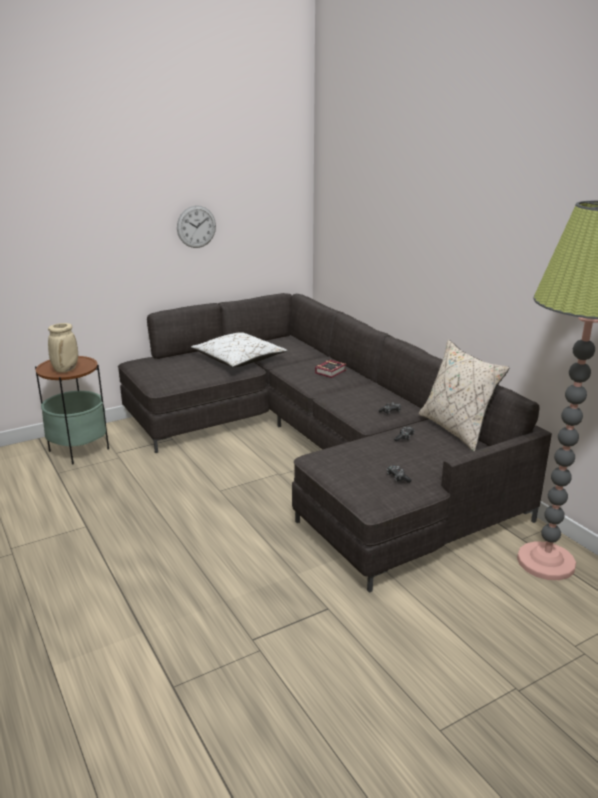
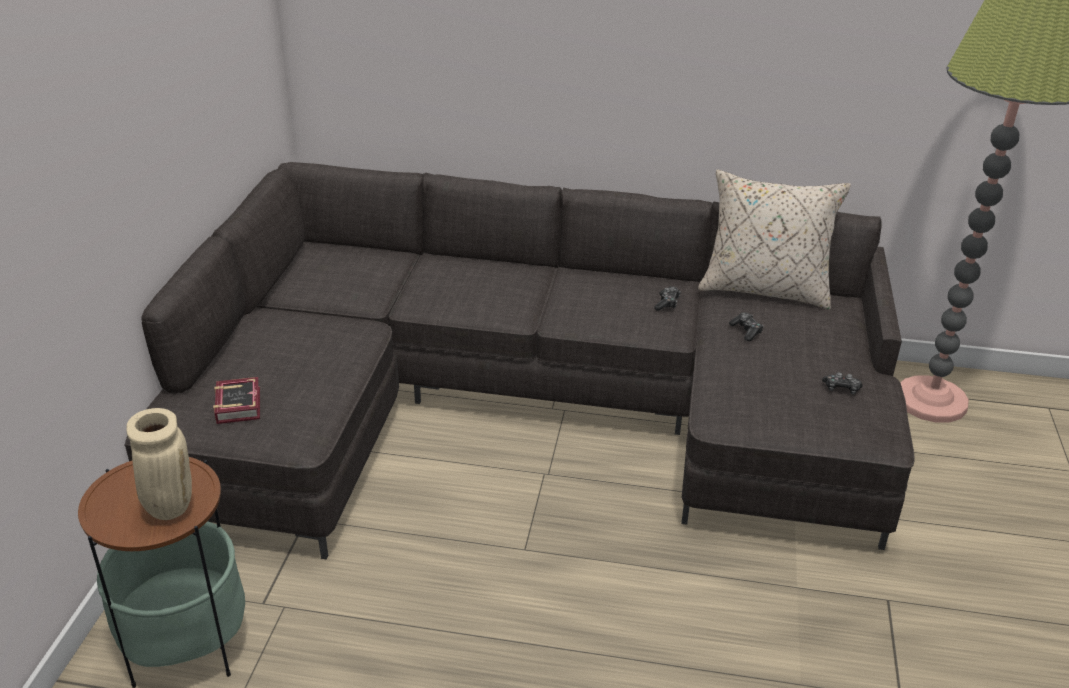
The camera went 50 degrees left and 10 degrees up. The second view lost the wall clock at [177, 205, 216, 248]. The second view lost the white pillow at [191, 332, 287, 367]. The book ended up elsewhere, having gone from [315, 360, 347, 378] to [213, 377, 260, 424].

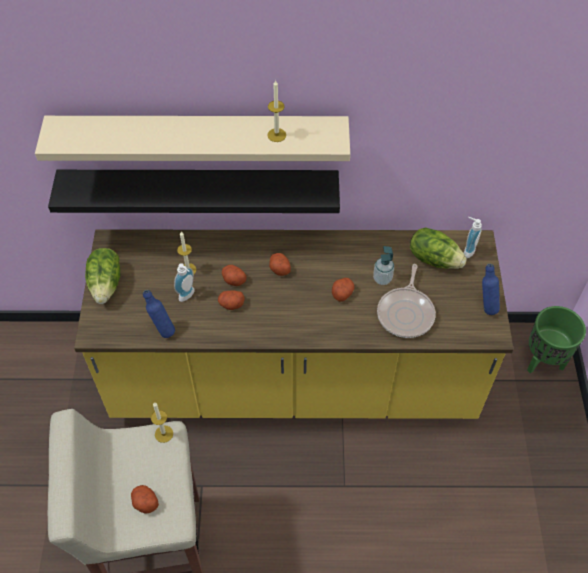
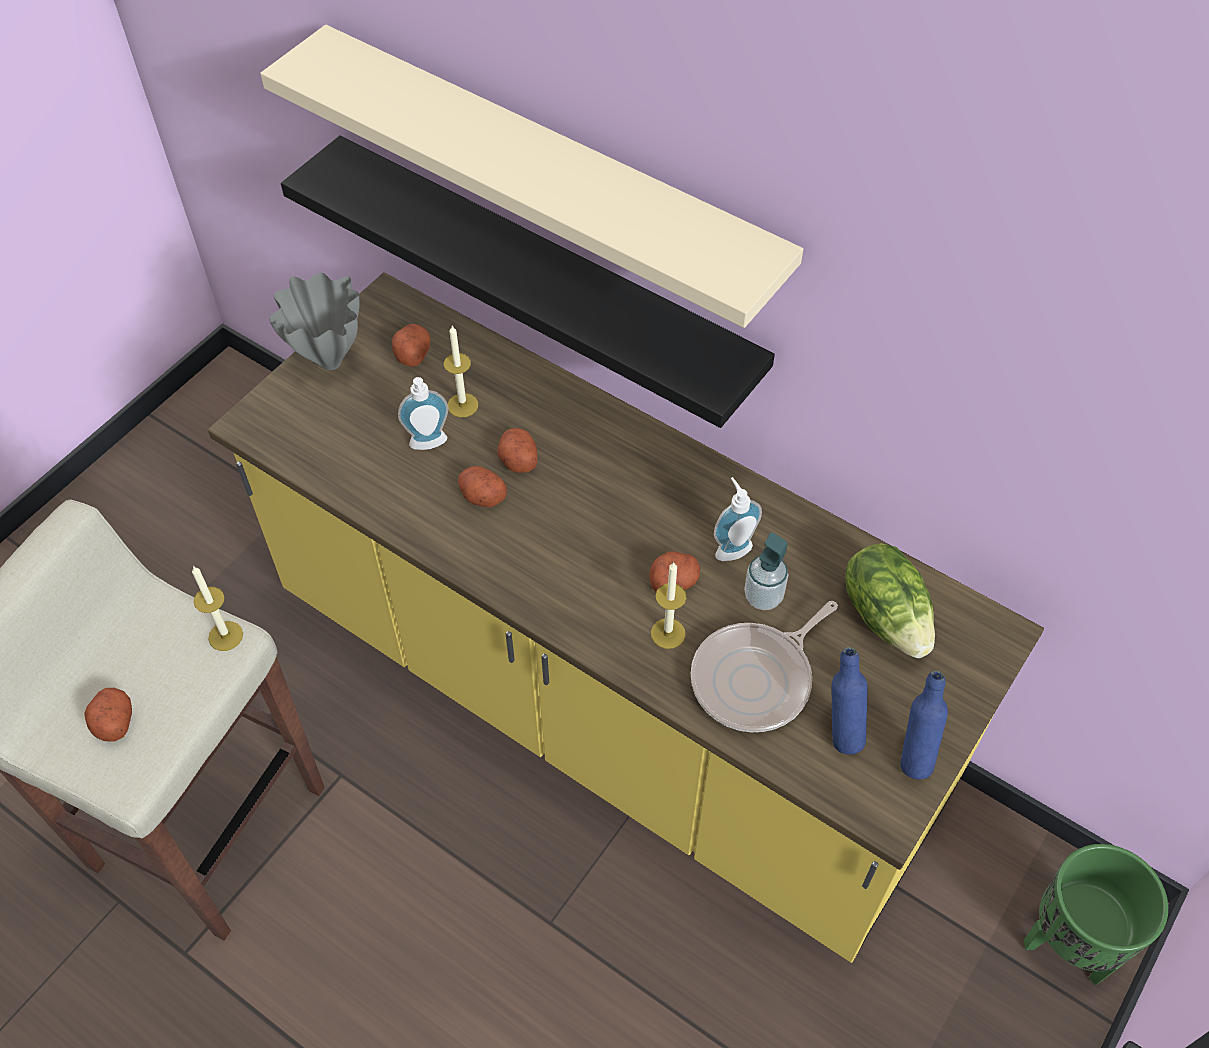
The camera went 35 degrees right and 0 degrees up. Where the lettuce stood at [85, 248, 121, 304], the grey vase came to stand at [269, 273, 360, 370]. The blue bottle ended up elsewhere, having gone from [143, 290, 175, 338] to [831, 647, 868, 755]. The candle ended up elsewhere, having gone from [267, 80, 286, 142] to [651, 562, 687, 649]. The potato ended up elsewhere, having gone from [269, 253, 291, 276] to [392, 324, 430, 367]. The soap dispenser ended up elsewhere, having gone from [464, 217, 482, 258] to [714, 477, 762, 561].

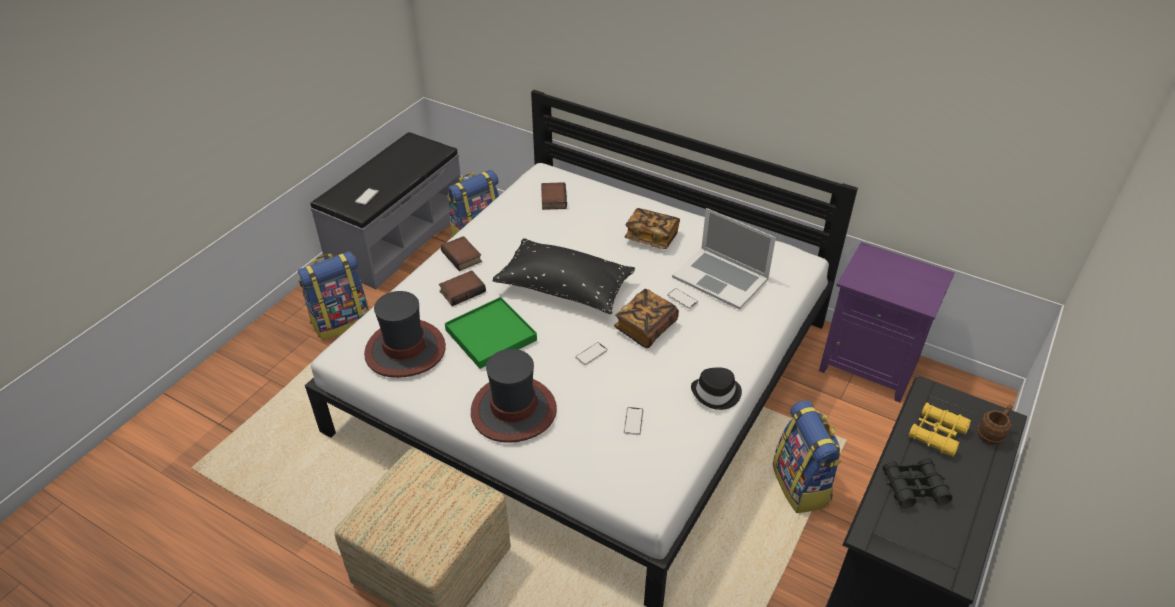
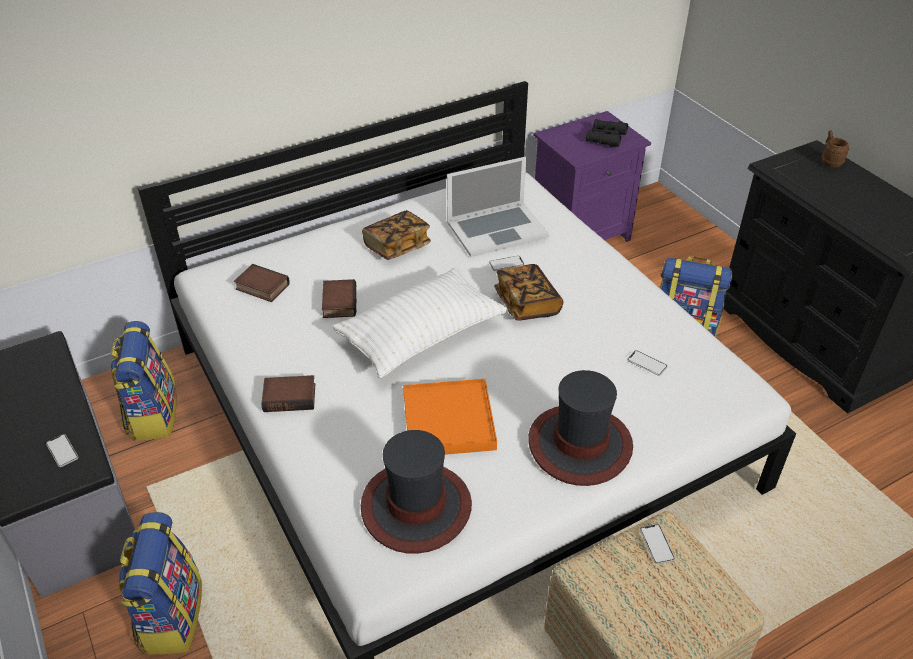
The camera went 60 degrees left and 0 degrees up. The book ended up elsewhere, having gone from [439, 270, 486, 306] to [322, 279, 357, 318]. What was the green tray at [445, 297, 537, 369] turned into the orange tray at [403, 379, 497, 455]. What was the black pillow at [492, 238, 635, 314] turned into the white pillow at [333, 267, 507, 378]. The phone ended up elsewhere, having gone from [575, 342, 608, 365] to [640, 524, 675, 564]. The second view lost the black hat at [691, 367, 742, 410]. The black binoculars ended up elsewhere, having gone from [882, 458, 952, 509] to [586, 119, 628, 147]. The second view lost the yellow binoculars at [908, 403, 971, 457].

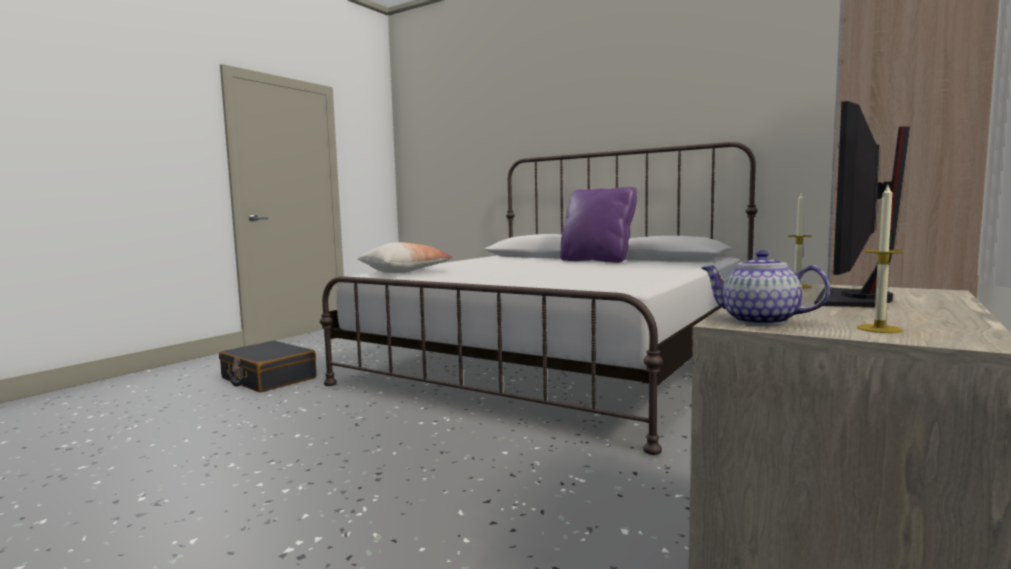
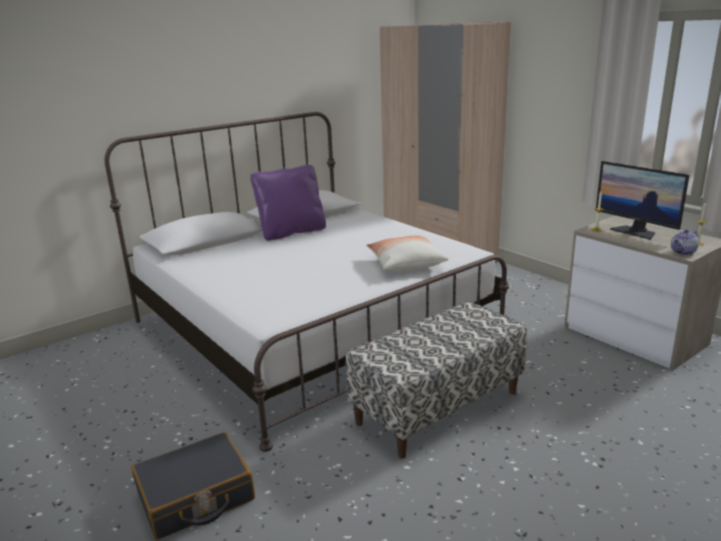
The camera went 70 degrees left and 15 degrees up. The pillow ended up elsewhere, having gone from [358, 242, 453, 273] to [366, 236, 449, 272]. The second view gained the bench at [346, 301, 527, 459].

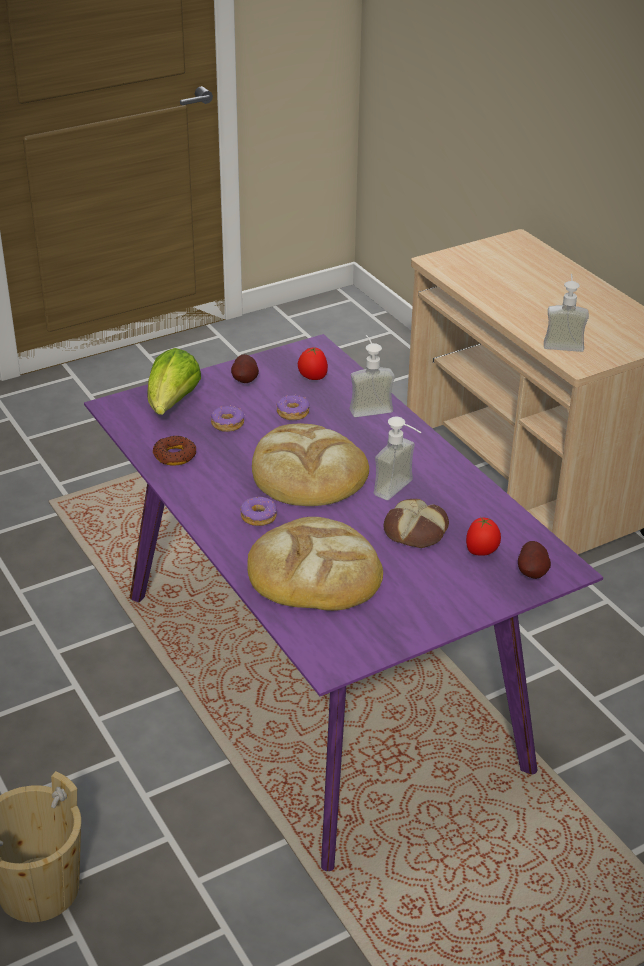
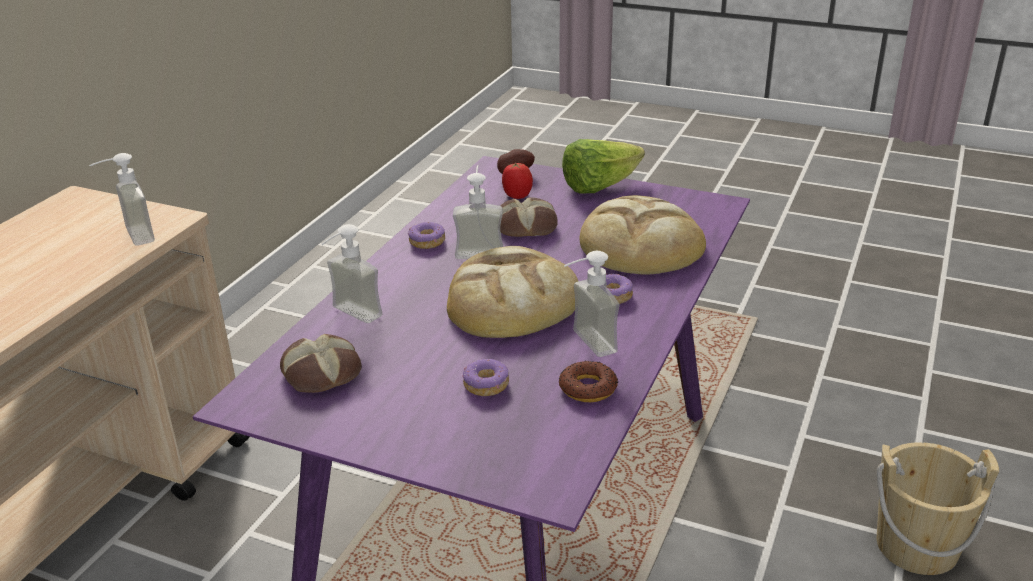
The camera went 125 degrees left and 5 degrees down. The lettuce ended up elsewhere, having gone from [147, 348, 201, 415] to [562, 139, 645, 193]. The second view lost the potato at [231, 354, 259, 383]. The donut ended up elsewhere, having gone from [276, 394, 310, 420] to [408, 222, 445, 249]. Where the tomato stood at [298, 347, 328, 380], the bread came to stand at [280, 334, 362, 393]. The second view gained the soap dispenser at [564, 251, 619, 357].

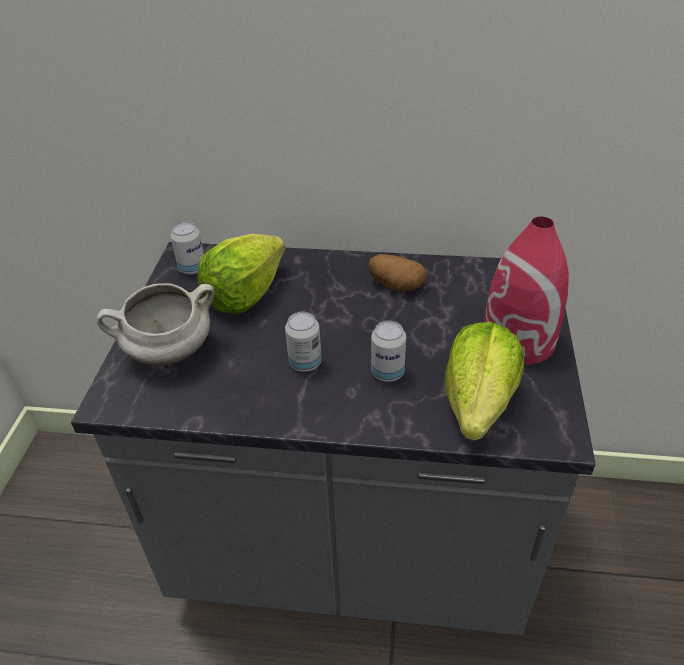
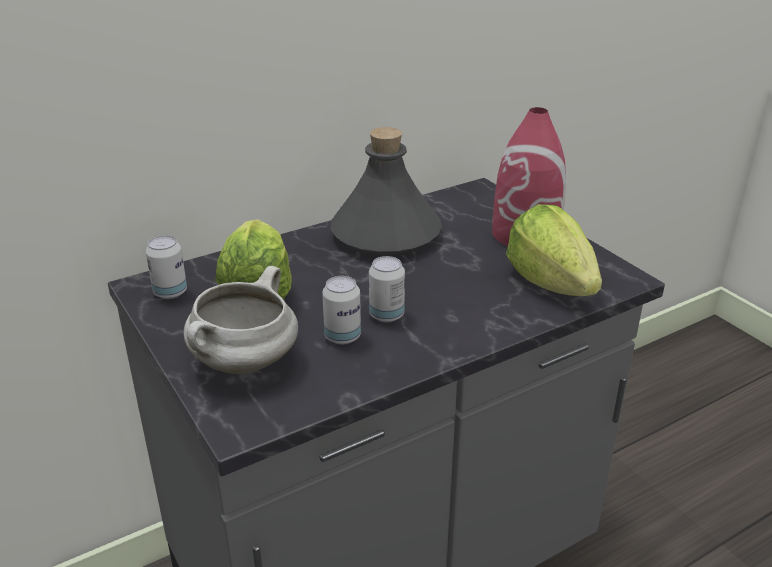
The camera went 40 degrees left and 10 degrees down. Where the potato stood at [368, 254, 427, 291], the grey bottle came to stand at [331, 127, 442, 256]. The can ended up elsewhere, having gone from [371, 321, 406, 382] to [322, 276, 361, 345].

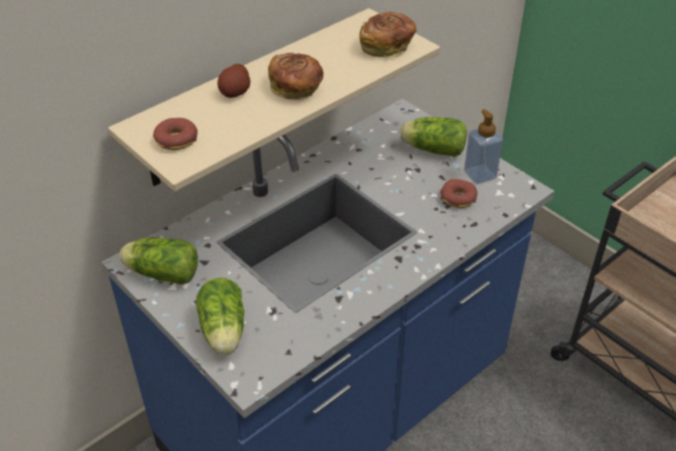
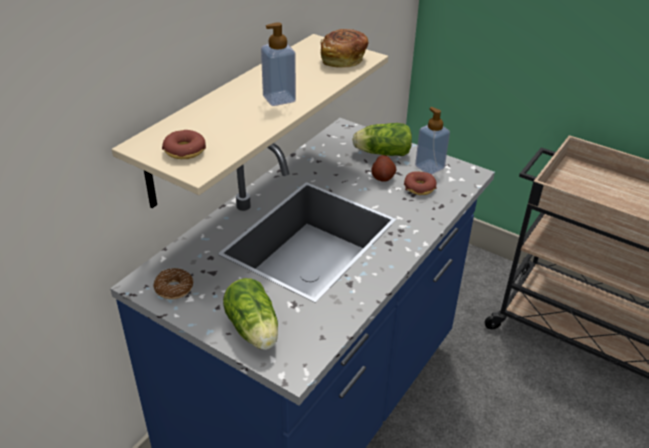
The camera went 15 degrees left and 5 degrees down. Where the lettuce stood at [120, 237, 198, 285], the donut came to stand at [153, 268, 193, 299]. The potato ended up elsewhere, having gone from [217, 64, 250, 98] to [371, 155, 396, 182]. Where the bread stood at [268, 53, 323, 100], the soap dispenser came to stand at [261, 22, 296, 106].

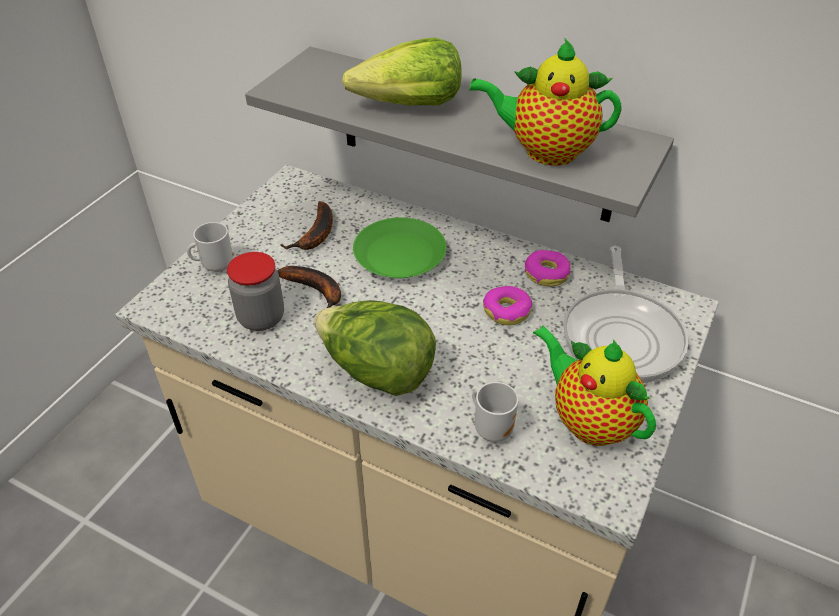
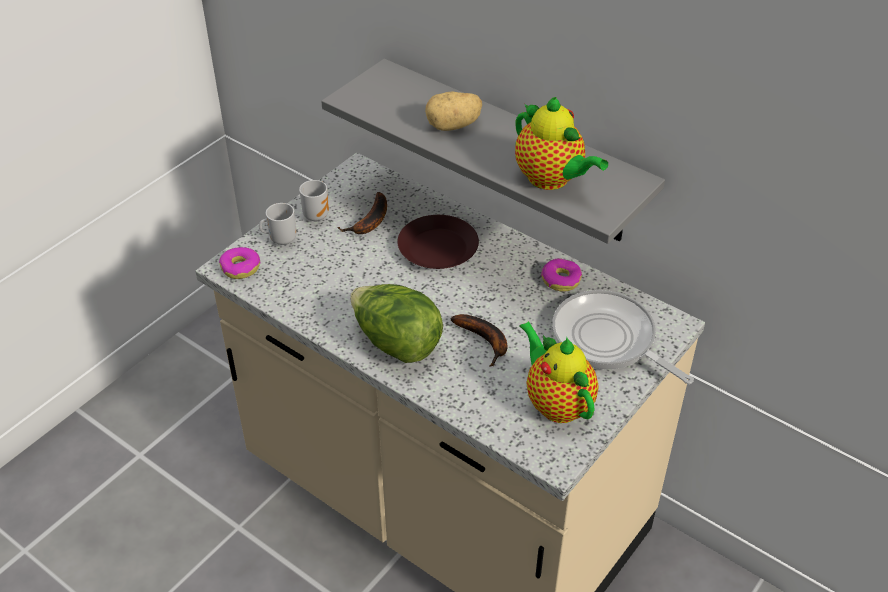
The camera went 10 degrees right and 0 degrees up. The second view lost the jar at [227, 252, 284, 331]. The banana ended up elsewhere, having gone from [277, 266, 341, 308] to [451, 314, 507, 367]. Where the lettuce stood at [342, 38, 462, 106], the potato came to stand at [425, 91, 482, 131]. What was the green plate at [353, 218, 446, 278] turned into the brown plate at [397, 215, 479, 269]. The teapot at [469, 38, 622, 166] ended up facing another way, 150 degrees counterclockwise from before. The mug ended up elsewhere, having gone from [472, 382, 518, 442] to [299, 180, 329, 221]. The donut ended up elsewhere, having gone from [483, 286, 532, 325] to [219, 247, 261, 279]. The frying pan at [563, 246, 688, 383] ended up facing another way, 120 degrees clockwise from before.

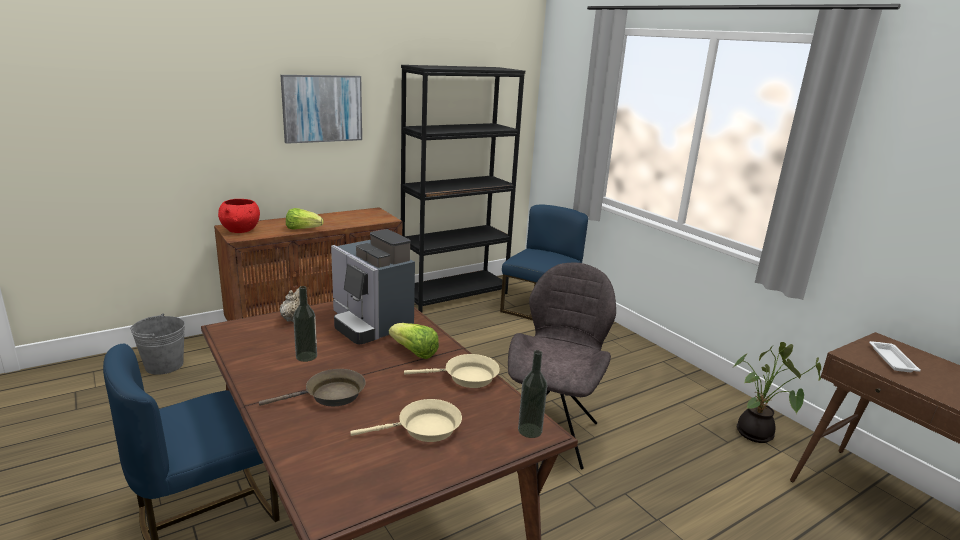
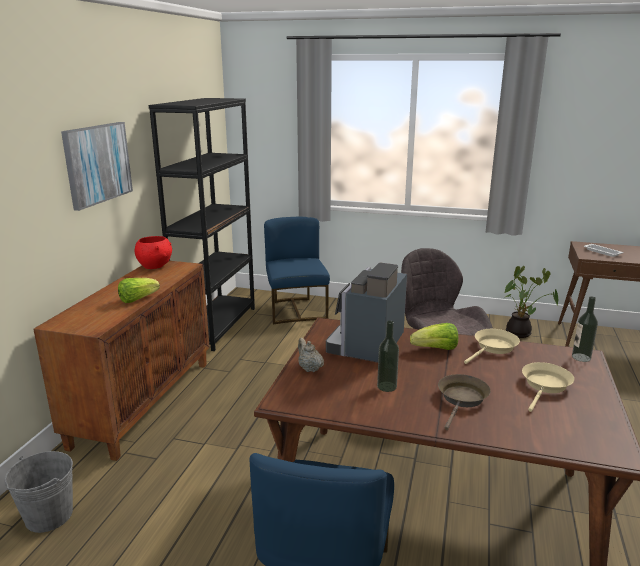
The camera went 40 degrees left and 0 degrees up. The red bowl ended up elsewhere, having gone from [218, 199, 260, 233] to [135, 236, 172, 269]. The coffee machine at [331, 229, 415, 344] ended up facing another way, 105 degrees clockwise from before.

